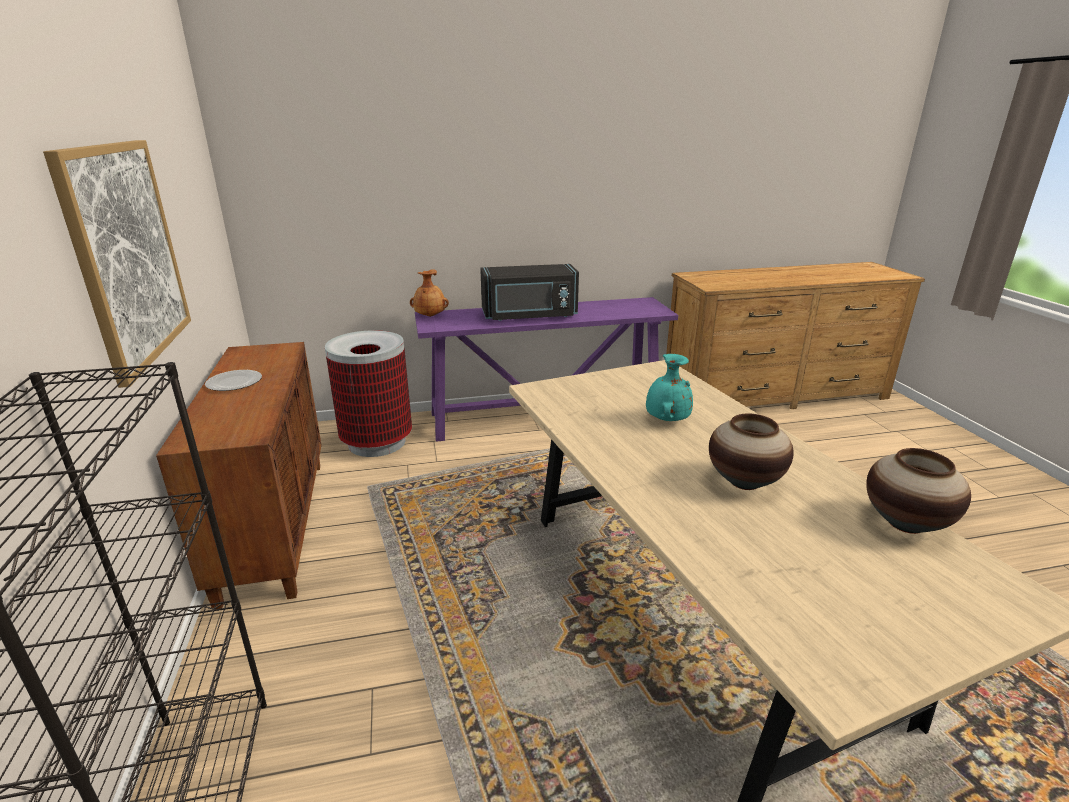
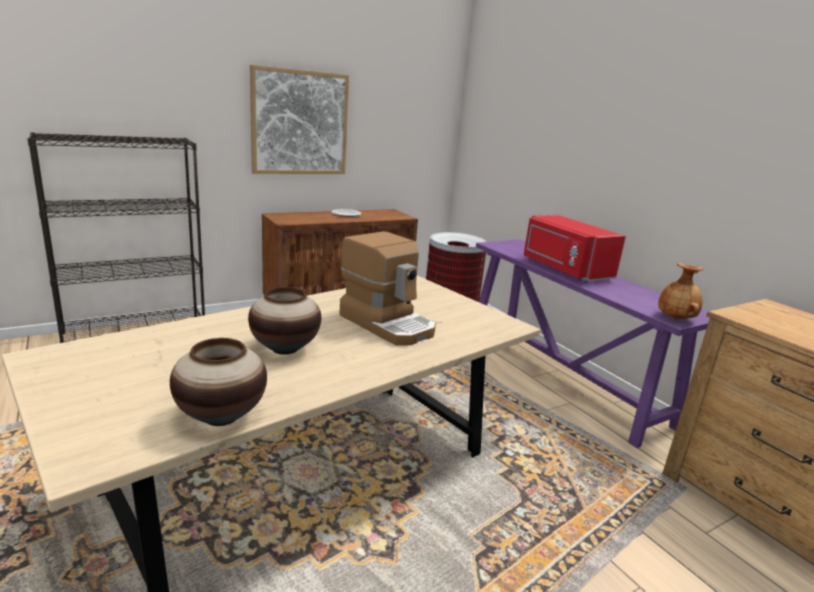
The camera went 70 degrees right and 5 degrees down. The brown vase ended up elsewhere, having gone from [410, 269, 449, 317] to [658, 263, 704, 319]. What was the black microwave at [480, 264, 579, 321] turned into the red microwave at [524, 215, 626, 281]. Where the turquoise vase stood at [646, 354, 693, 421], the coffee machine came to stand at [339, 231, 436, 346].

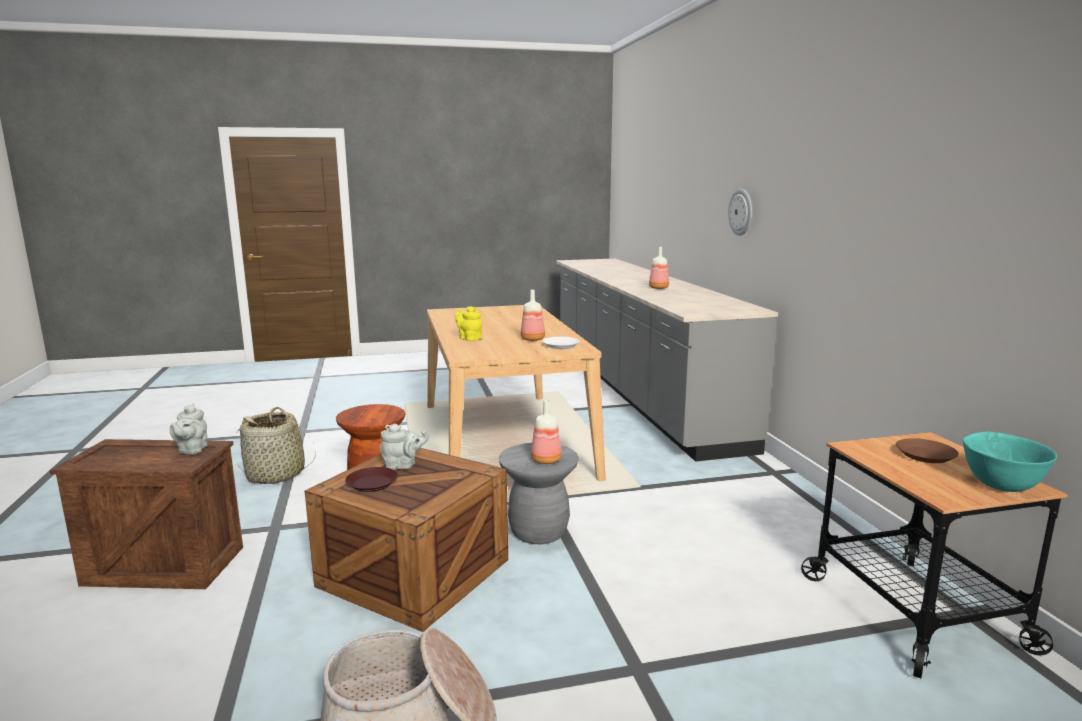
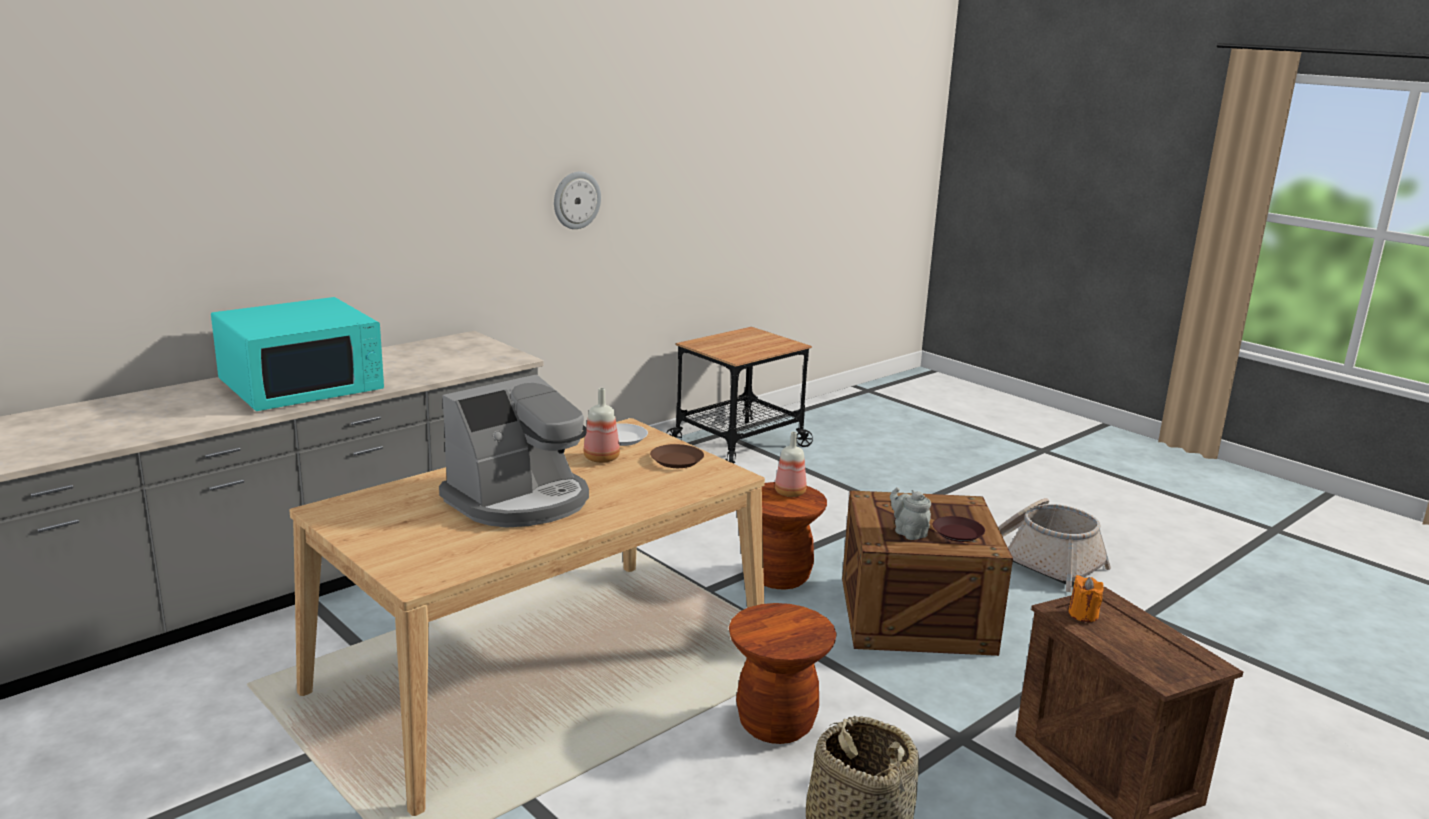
The camera went 120 degrees left and 5 degrees up. Where the grey teapot stood at [170, 403, 208, 454], the orange candle came to stand at [1068, 575, 1104, 622]. The second view lost the yellow teapot at [455, 306, 482, 341]. What was the grey stool at [499, 443, 579, 544] turned into the brown stool at [762, 482, 827, 589]. Where the bottle stood at [649, 247, 669, 289], the turquoise microwave came to stand at [211, 297, 384, 411]. The wall clock ended up elsewhere, having gone from [728, 189, 752, 236] to [554, 172, 601, 229]. The brown plate ended up elsewhere, having gone from [896, 438, 959, 463] to [650, 444, 704, 468]. The second view lost the turquoise bowl at [963, 432, 1057, 492]. The second view gained the coffee machine at [439, 374, 589, 528].

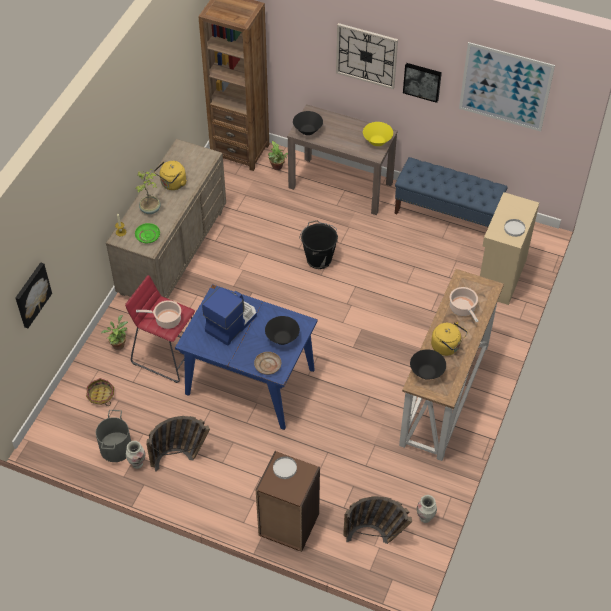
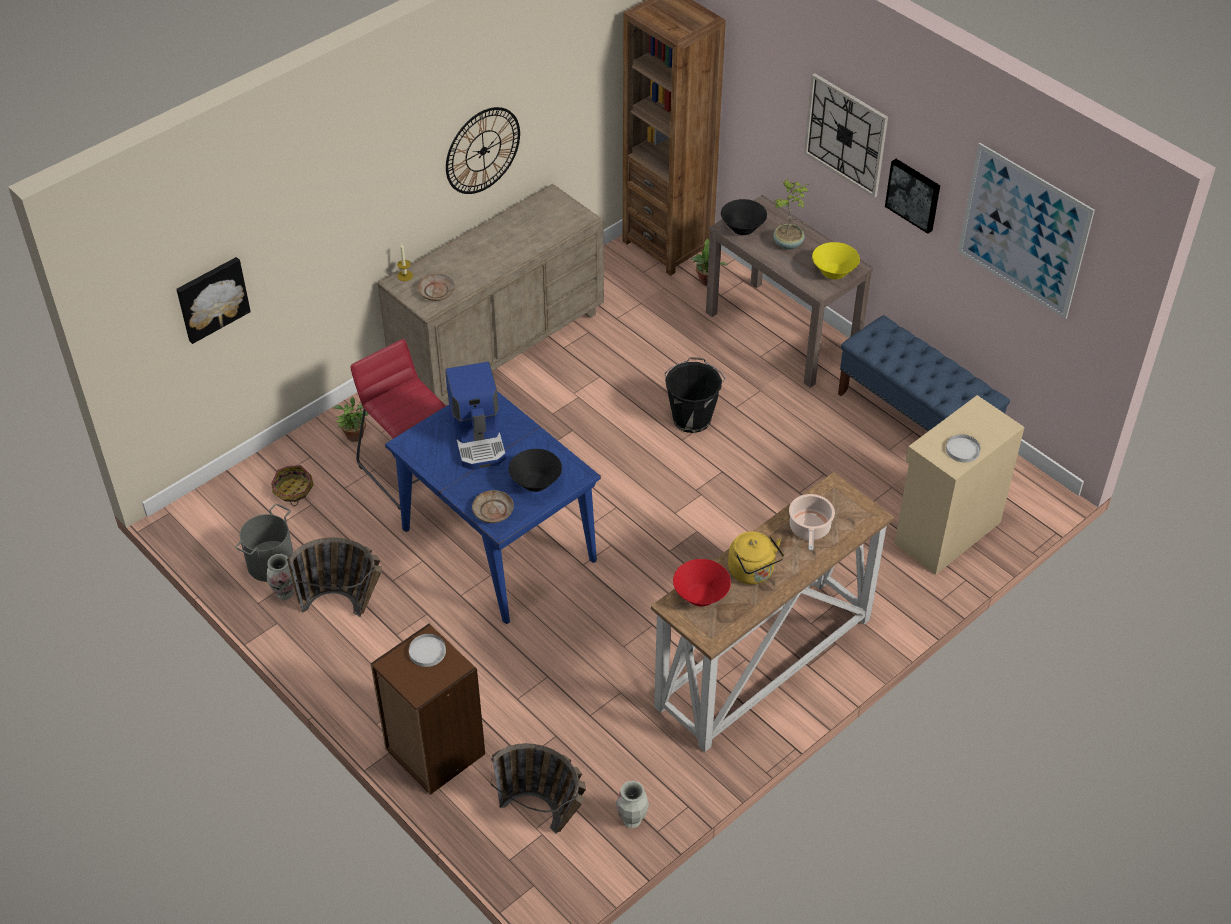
The camera went 25 degrees right and 5 degrees down. The potted plant ended up elsewhere, having gone from [135, 169, 161, 214] to [773, 179, 810, 250]. What was the green plate at [135, 223, 160, 243] turned into the beige plate at [418, 273, 455, 301]. The second view lost the cooking pot at [136, 300, 181, 329]. The second view lost the yellow kettle at [154, 161, 186, 190]. The coffee machine at [202, 287, 257, 346] ended up facing another way, 105 degrees clockwise from before. What was the black bowl at [410, 349, 446, 380] turned into the red bowl at [673, 559, 731, 606]. The second view gained the wall clock at [446, 107, 520, 194].

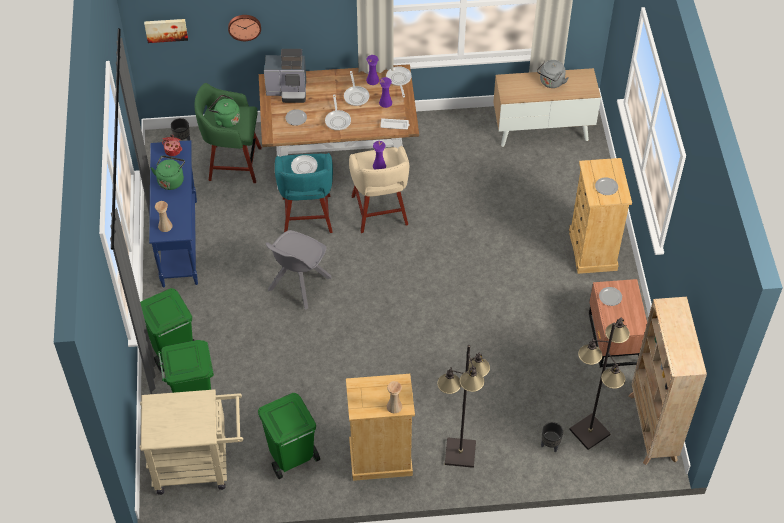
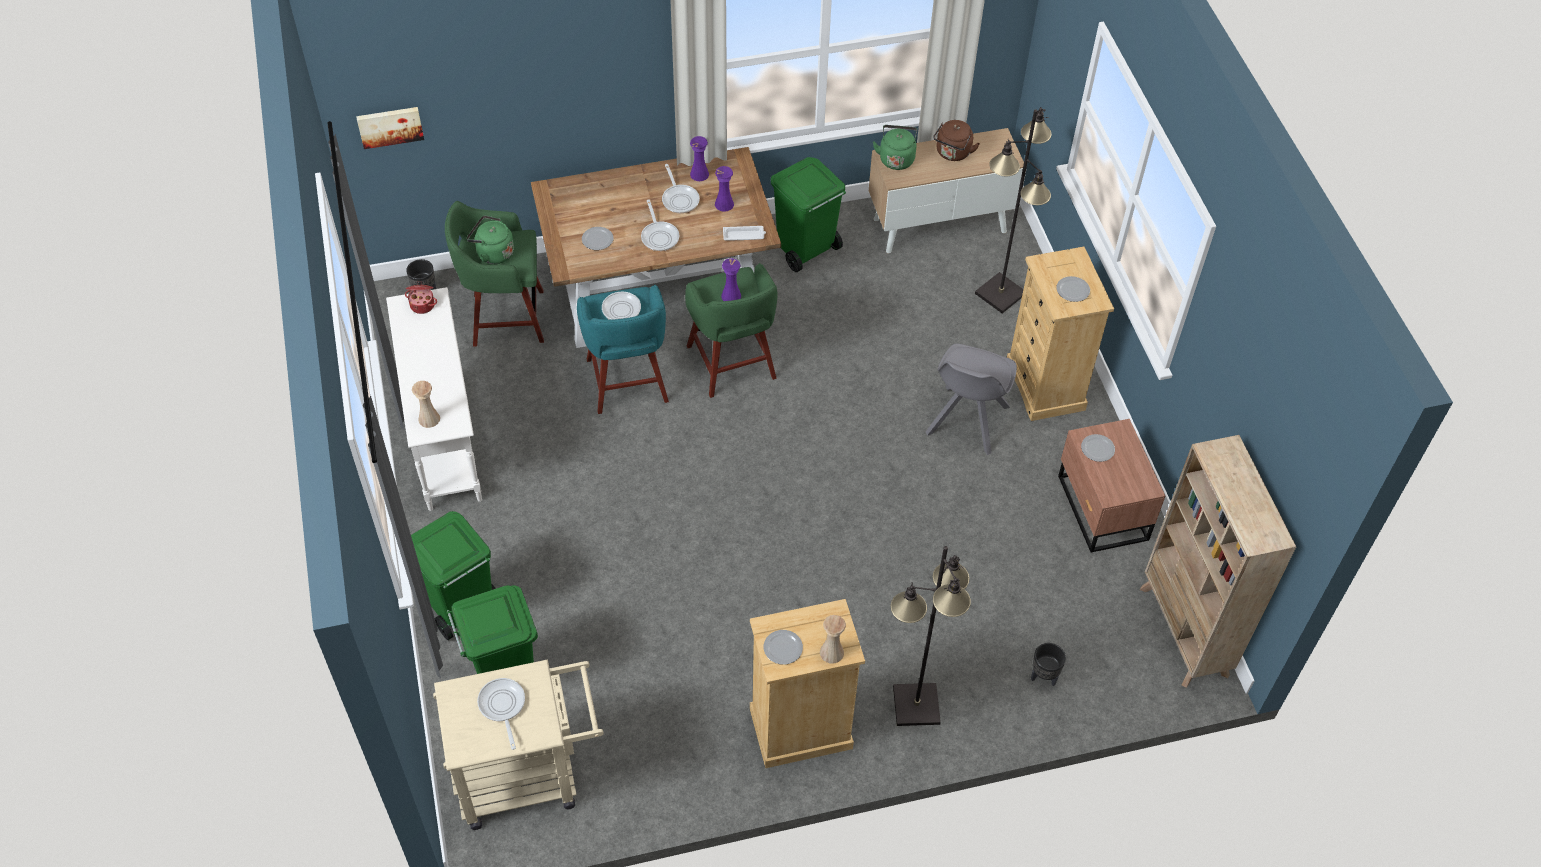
The camera went 10 degrees left and 0 degrees up. What was the blue console table at [149, 140, 198, 287] turned into the white console table at [386, 287, 482, 511]. The green kettle ended up elsewhere, having gone from [151, 156, 185, 190] to [873, 125, 917, 170]. The second view lost the wall clock at [228, 15, 261, 41]. The green trash can ended up elsewhere, having gone from [258, 393, 320, 479] to [771, 157, 846, 272]. The second view lost the coffee machine at [264, 49, 306, 103]. The grey chair ended up elsewhere, having gone from [266, 230, 331, 310] to [926, 343, 1017, 455]. What was the beige stool at [349, 146, 409, 233] turned into the green stool at [685, 263, 777, 398]. The frying pan ended up elsewhere, having gone from [386, 66, 412, 98] to [477, 678, 525, 750]. What was the grey kettle at [537, 60, 569, 88] turned into the brown kettle at [933, 120, 980, 161]. The black floor lamp ended up elsewhere, having gone from [569, 318, 630, 450] to [975, 107, 1052, 313]. The second view gained the plate at [764, 630, 803, 665].

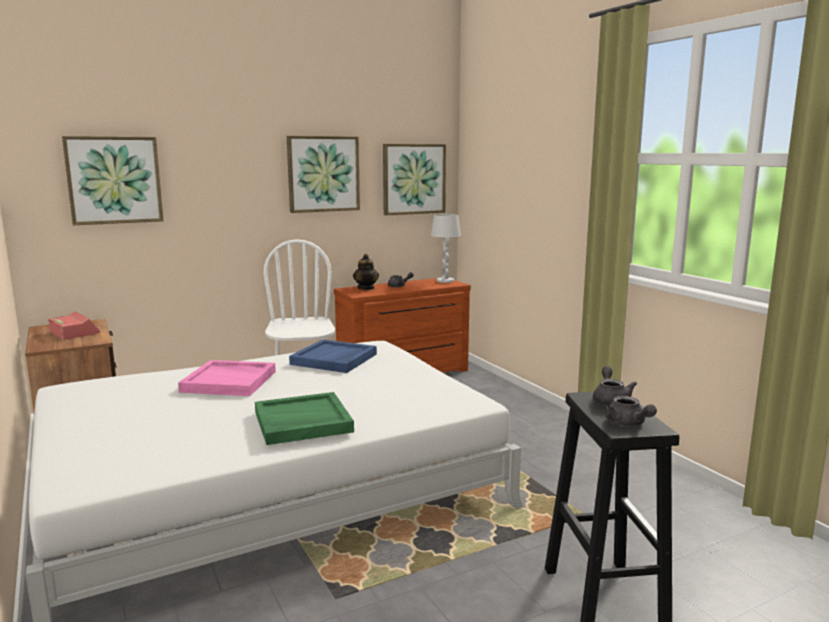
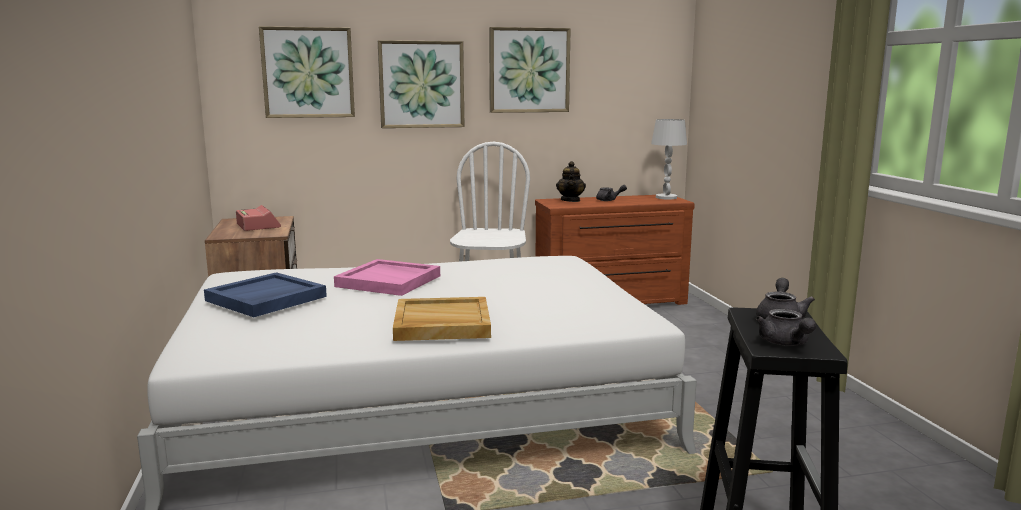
The camera went 15 degrees right and 0 degrees up. What was the green tray at [255, 392, 354, 445] turned into the beige tray at [393, 297, 491, 341]. The blue tray ended up elsewhere, having gone from [289, 339, 377, 373] to [204, 272, 327, 317]. The picture ended up elsewhere, having gone from [383, 144, 446, 215] to [378, 40, 464, 128].

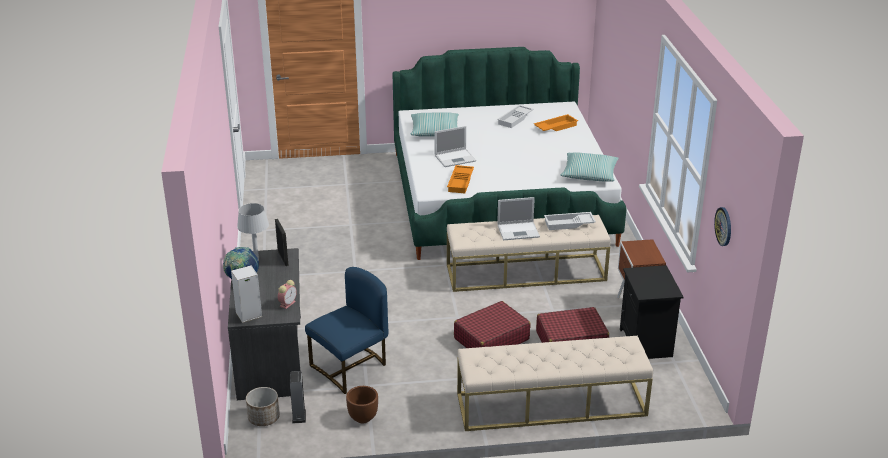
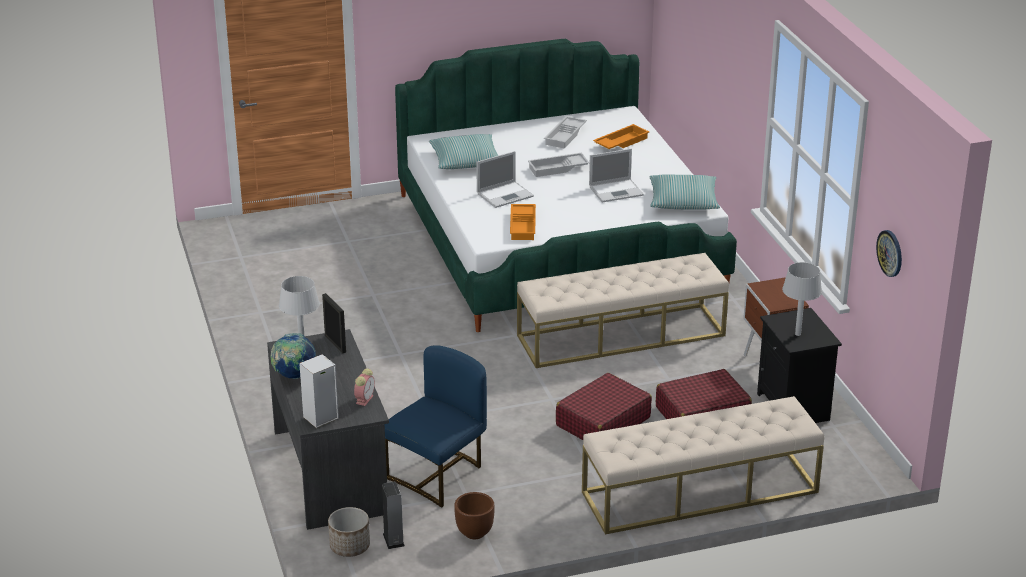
The camera went 10 degrees left and 0 degrees up. The laptop ended up elsewhere, having gone from [497, 197, 540, 240] to [589, 149, 644, 203]. The white tray ended up elsewhere, having gone from [544, 212, 596, 230] to [528, 152, 589, 177]. The second view gained the grey table lamp at [782, 262, 822, 336].

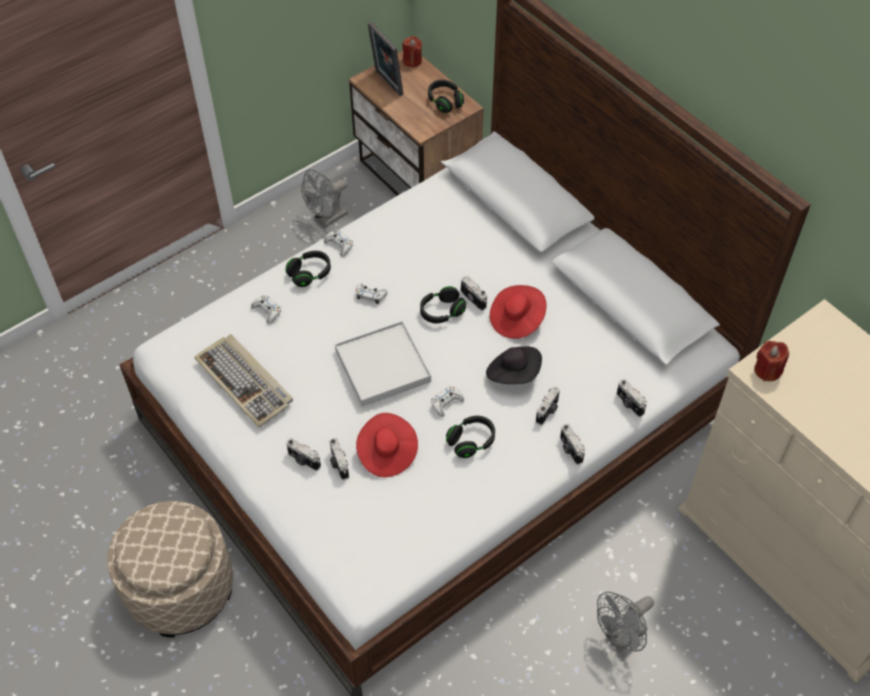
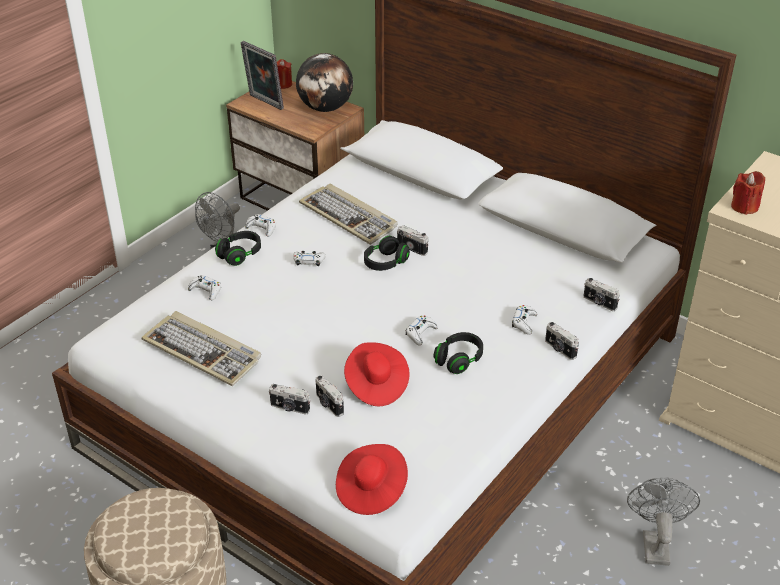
The camera went 15 degrees left and 15 degrees down. The second view lost the white tray at [335, 321, 431, 407]. Where the black headphones stood at [428, 80, 464, 113], the globe came to stand at [296, 53, 353, 112]. The second view lost the black hat at [486, 347, 542, 384]. The red hat ended up elsewhere, having gone from [490, 285, 546, 339] to [336, 444, 408, 515]. Where the photo camera stood at [536, 387, 560, 425], the white game controller came to stand at [512, 305, 537, 335]. The grey fan at [597, 592, 654, 652] ended up facing another way, 150 degrees clockwise from before. The second view gained the keyboard at [299, 183, 397, 245].

